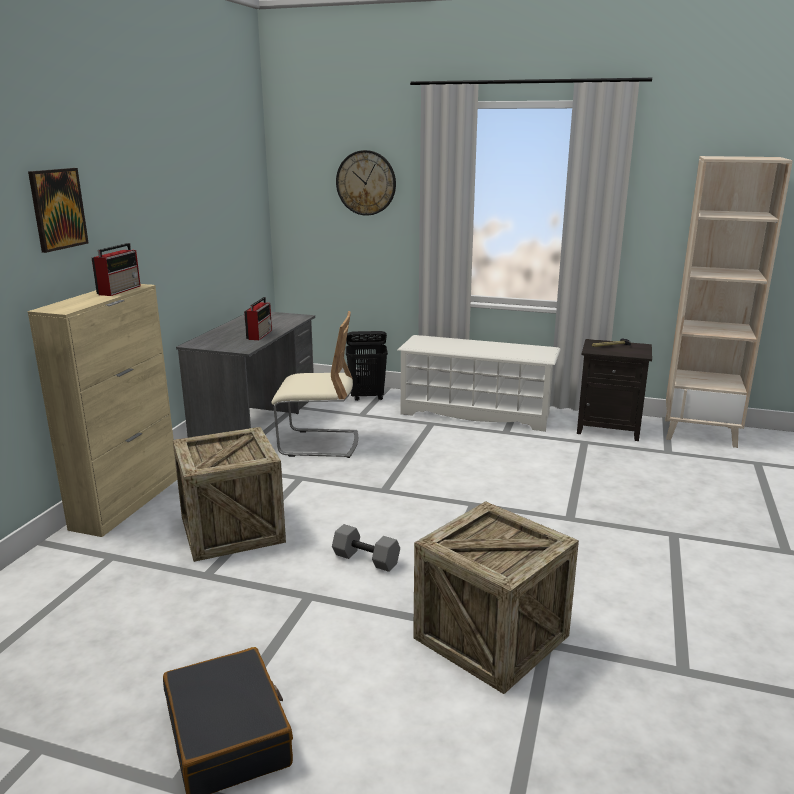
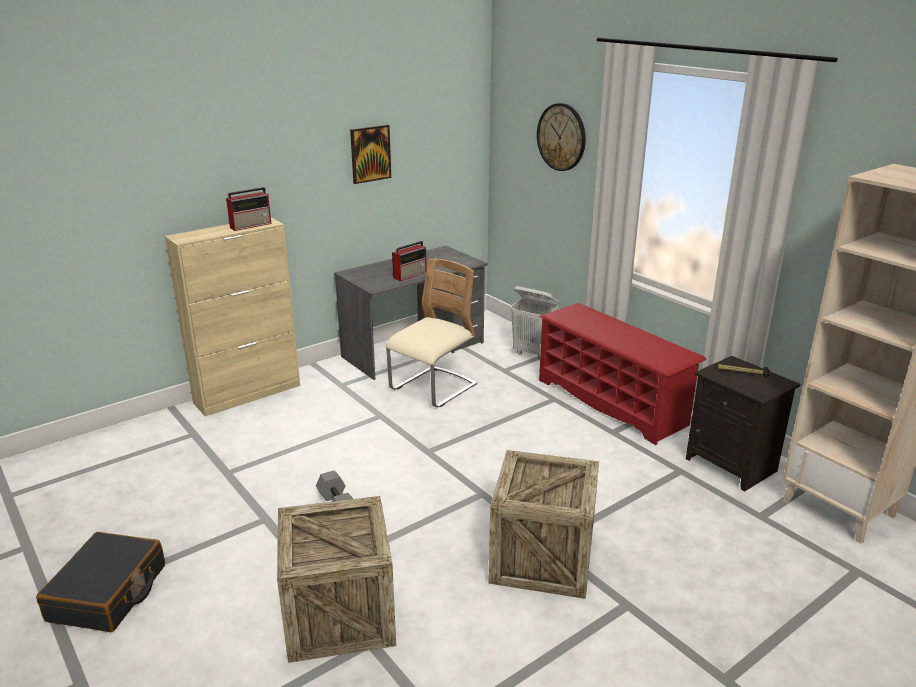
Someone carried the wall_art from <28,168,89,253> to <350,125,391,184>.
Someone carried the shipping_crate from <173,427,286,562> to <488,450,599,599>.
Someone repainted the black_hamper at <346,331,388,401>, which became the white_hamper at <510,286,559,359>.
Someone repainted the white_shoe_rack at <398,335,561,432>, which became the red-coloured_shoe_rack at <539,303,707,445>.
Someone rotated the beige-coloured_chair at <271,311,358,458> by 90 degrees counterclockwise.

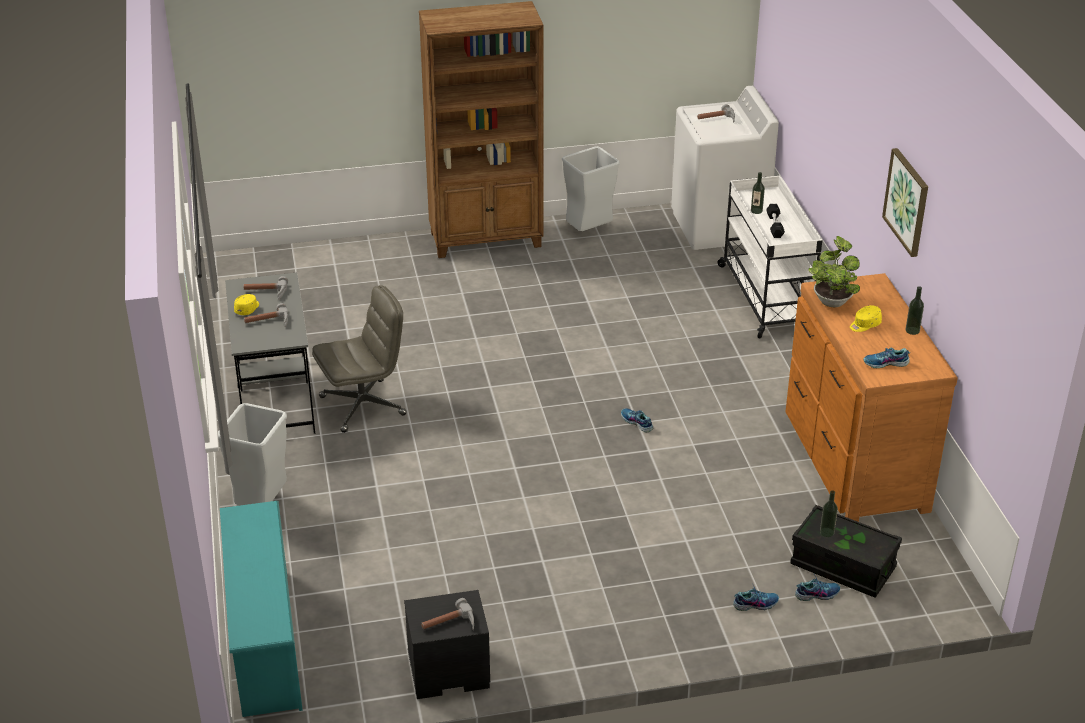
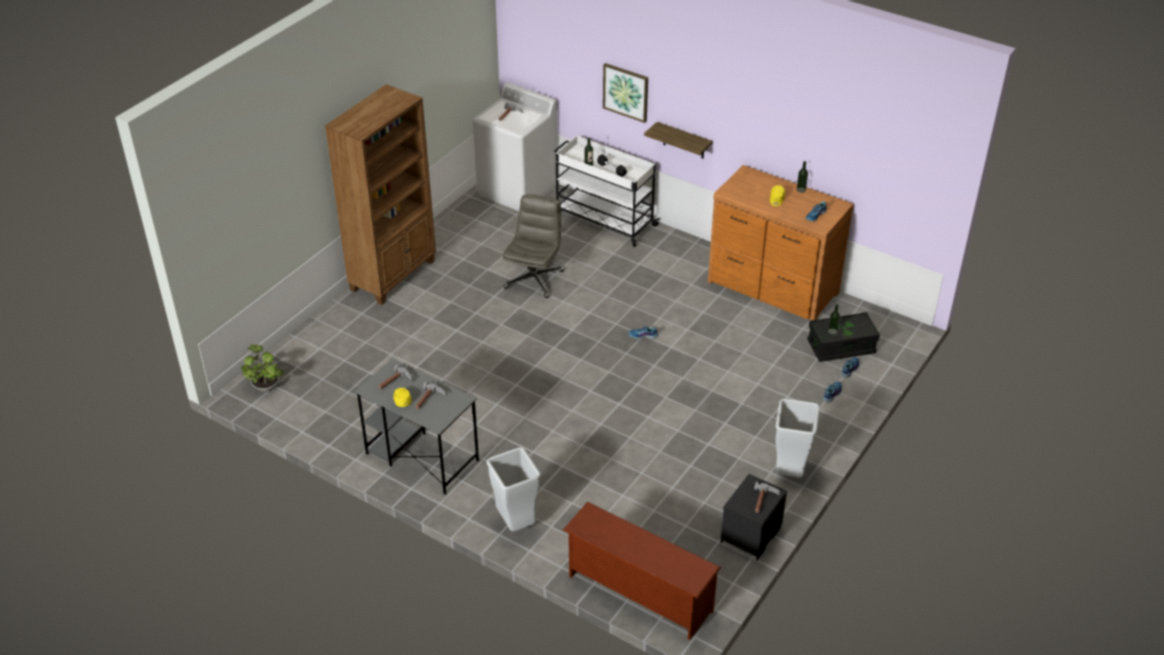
Someone put up the wall_shelf at <644,122,713,159>.
Someone carried the grey_office_chair from <312,285,407,433> to <502,194,564,298>.
Someone carried the grey_trash_can from <562,146,620,231> to <775,399,820,478>.
Someone carried the potted_plant from <808,236,860,307> to <241,345,284,392>.
Someone carried the wall_art from <882,148,928,257> to <603,63,648,123>.
Someone repainted the turquoise-coloured_shoe_rack at <220,501,303,717>, which became the brownish_shoe_rack at <563,502,721,640>.

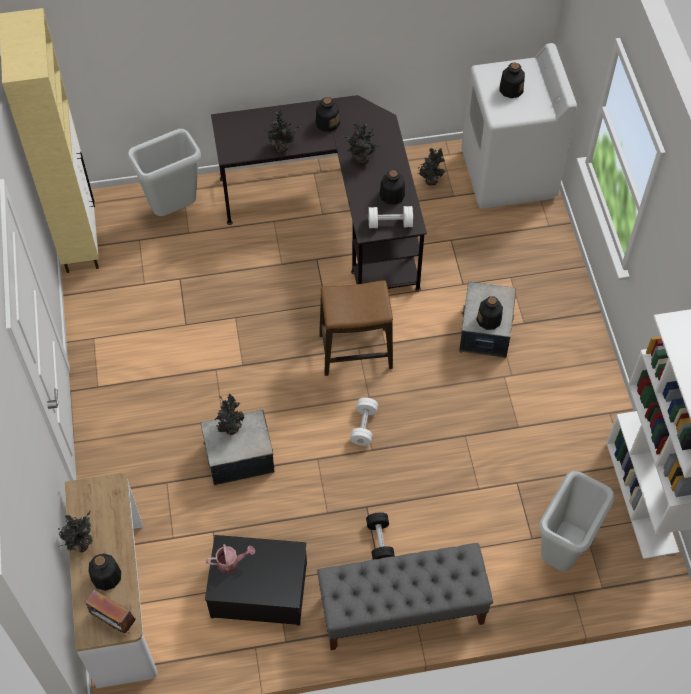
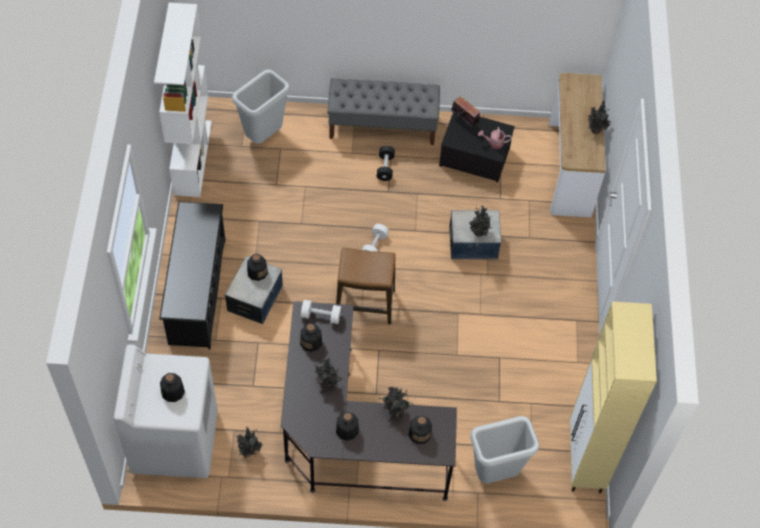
Someone put down the black_shoe_rack at <159,201,225,349>.
Someone carried the radio_set from <86,590,136,636> to <451,97,480,127>.
Someone carried the beverage_bottle from <89,553,121,591> to <408,416,432,444>.

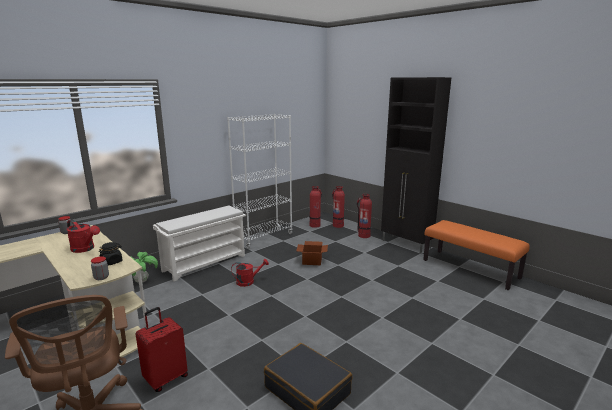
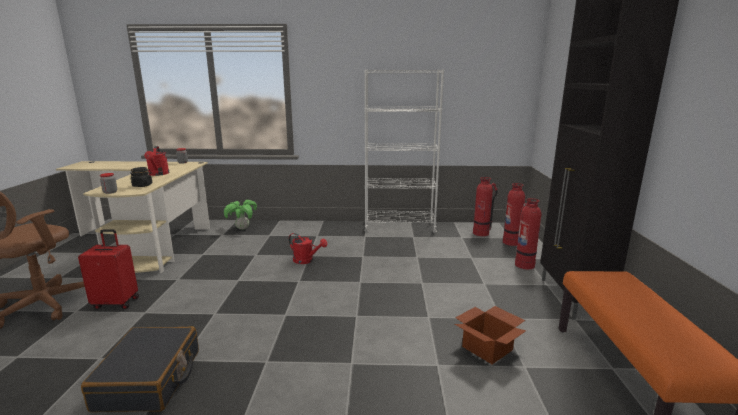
Someone took away the white_shoe_rack at <153,206,246,281>.
Someone carried the cardboard_box from <296,241,328,265> to <455,306,526,364>.

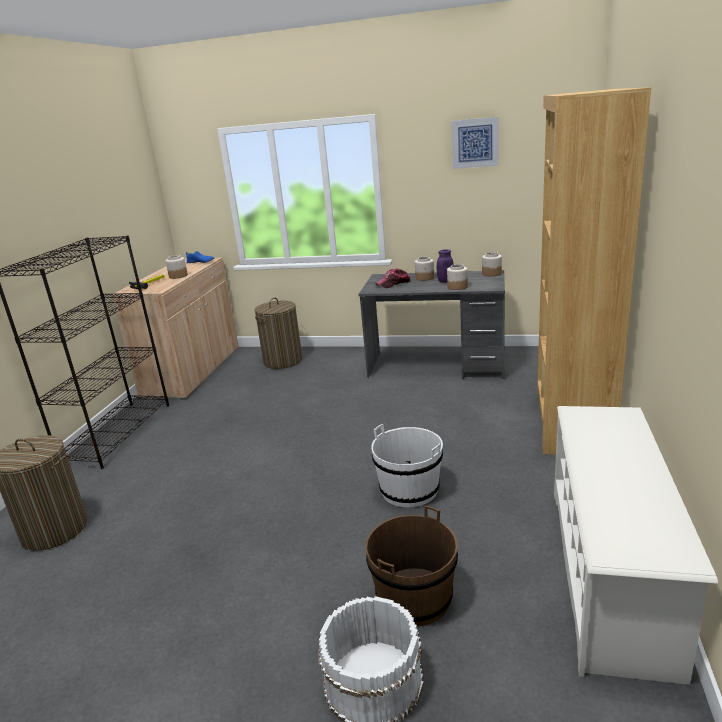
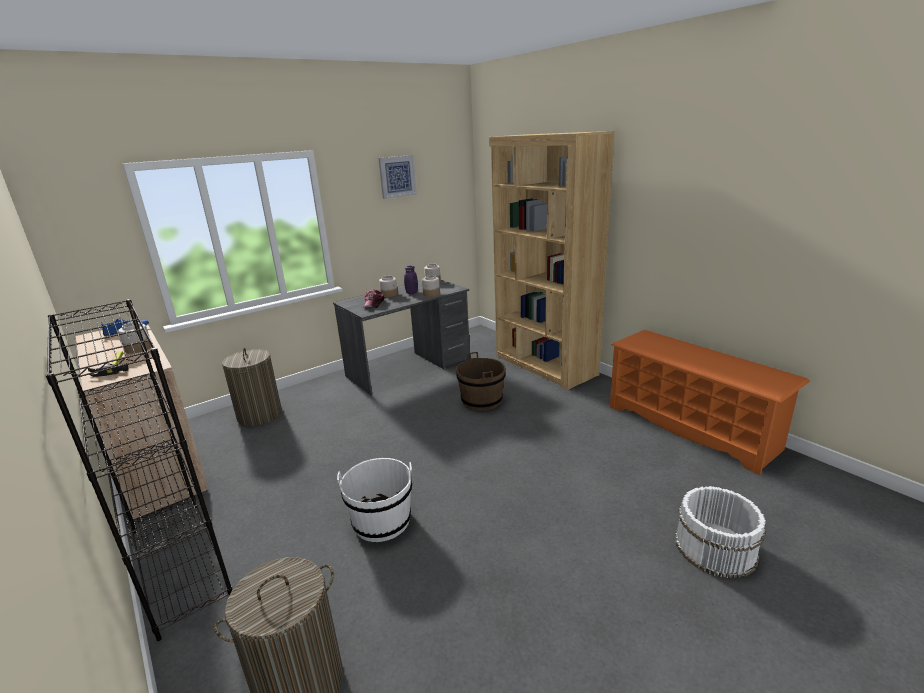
Someone carried the brownish_bucket from <365,506,458,626> to <456,352,505,411>.
Someone carried the white_bucket from <371,424,443,507> to <337,458,412,542>.
Someone repainted the white_shoe_rack at <554,406,718,685>, which became the orange-coloured_shoe_rack at <610,330,810,475>.

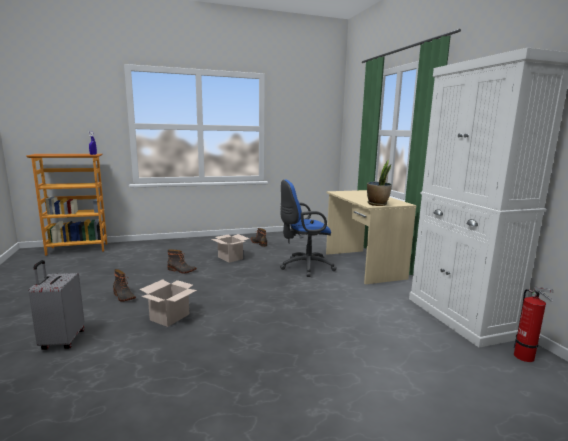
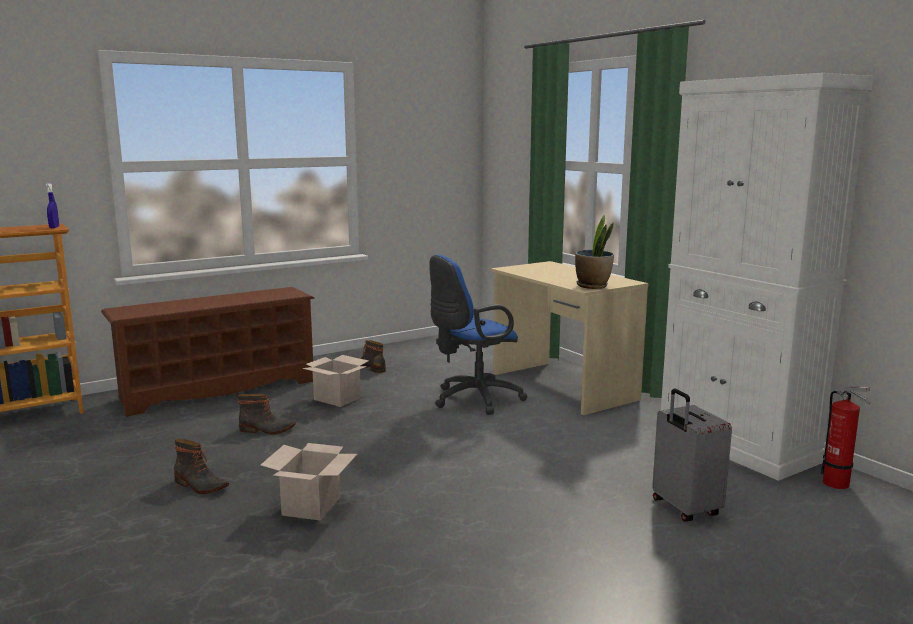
Someone put down the brownish_shoe_rack at <101,287,315,417>.
Someone carried the grey_suitcase from <29,260,85,350> to <652,388,732,522>.

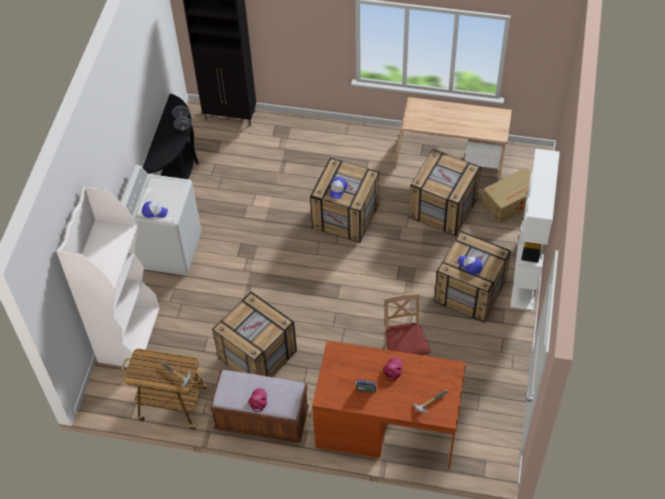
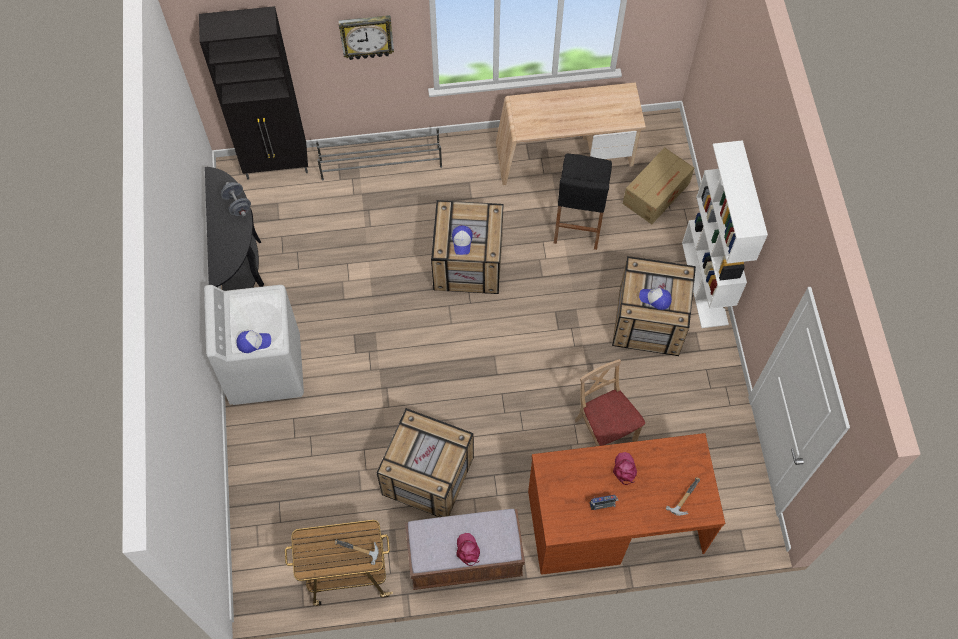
Someone took away the white_shelving_unit at <56,187,160,367>.
Someone put down the grey_shoe_rack at <316,128,442,181>.
Someone put up the wall_clock at <338,15,394,60>.
Someone swapped the shipping_crate at <409,149,481,236> for the black_stool at <554,153,612,250>.

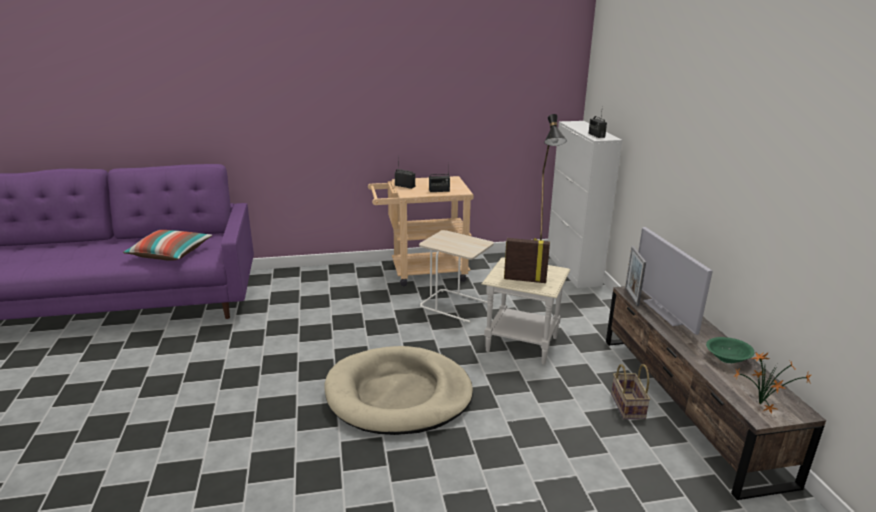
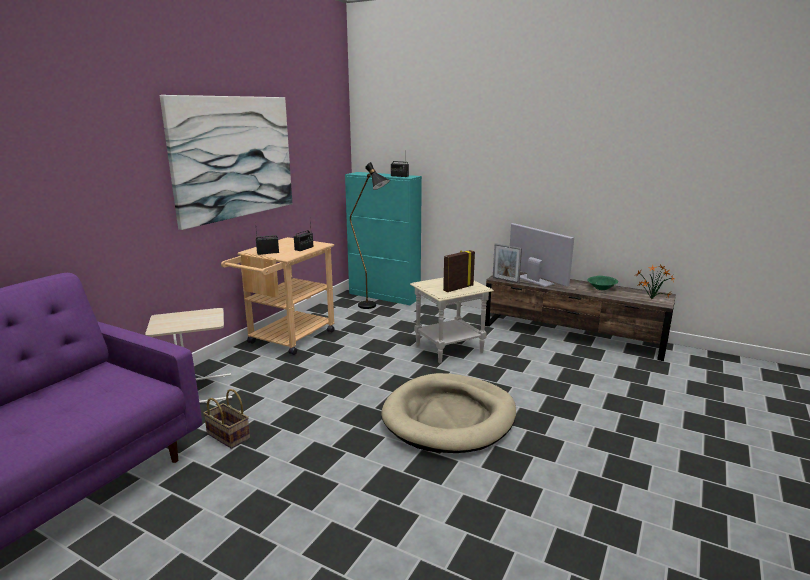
Someone took away the cushion at <123,230,212,261>.
Someone put up the wall_art at <160,95,292,230>.
Someone carried the beige-coloured_accent_table from <419,230,494,323> to <145,308,232,403>.
Someone carried the basket from <611,364,650,420> to <203,389,250,449>.
Someone repainted the white_cupboard at <548,121,622,288>, which became the turquoise-coloured_cupboard at <345,172,422,305>.
Someone rotated the TV at <638,227,713,335> by 150 degrees counterclockwise.

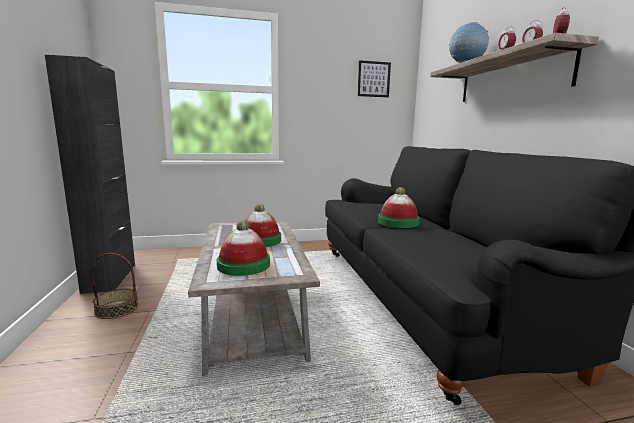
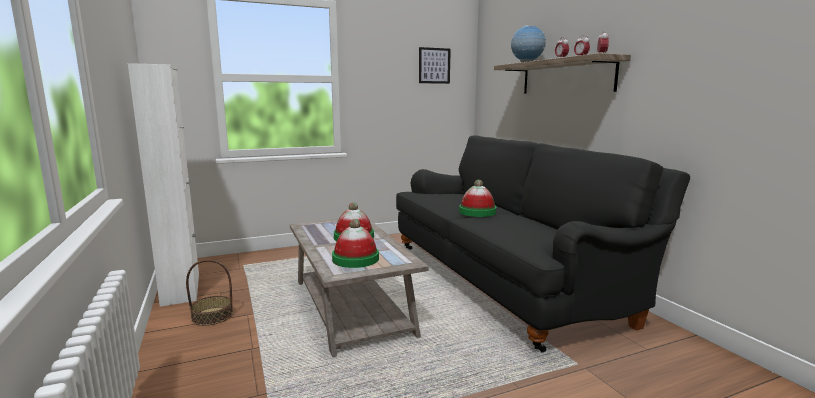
Someone repainted the black_cupboard at <45,55,135,294>, which became the white_cupboard at <128,63,199,307>.

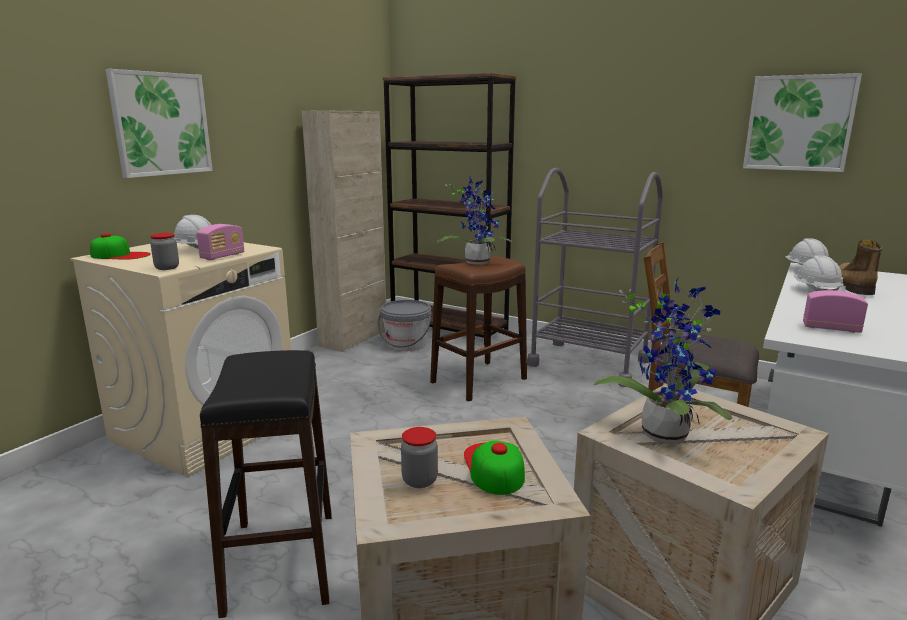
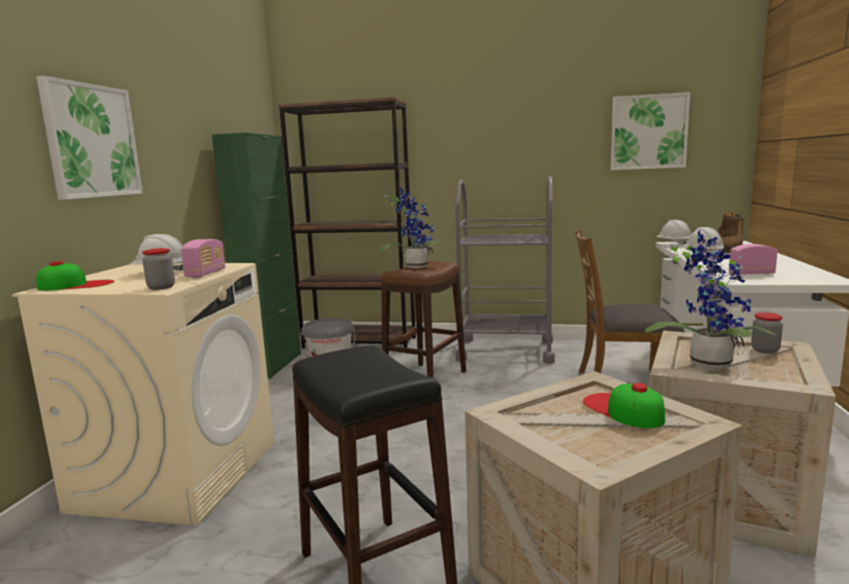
Someone carried the preserve_jar from <401,427,438,488> to <751,312,783,354>.
Someone repainted the beige-coloured_cupboard at <302,110,386,352>, which became the green_cupboard at <212,133,301,379>.

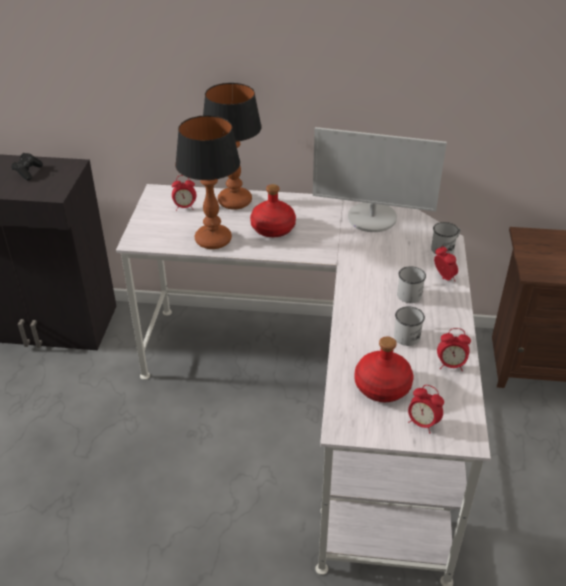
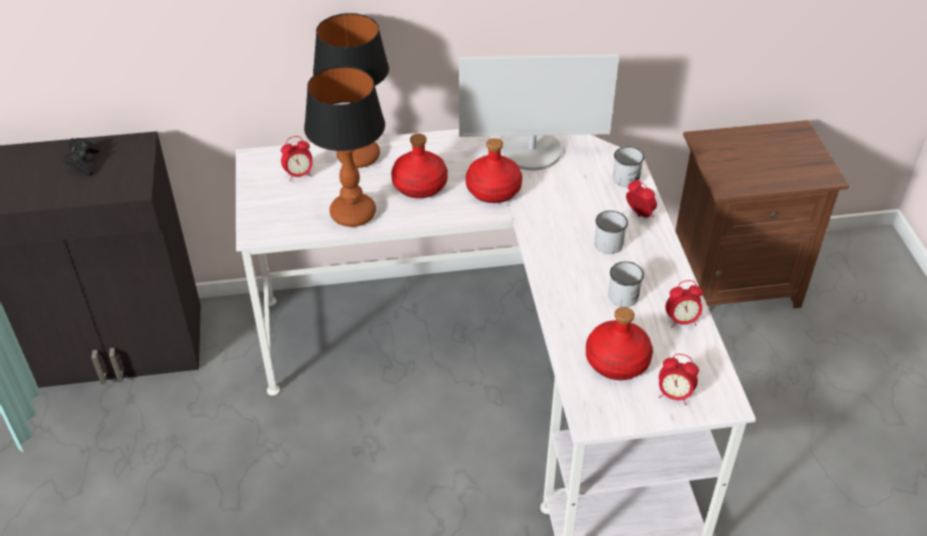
Someone put down the red-coloured_beverage_bottle at <466,138,522,203>.

